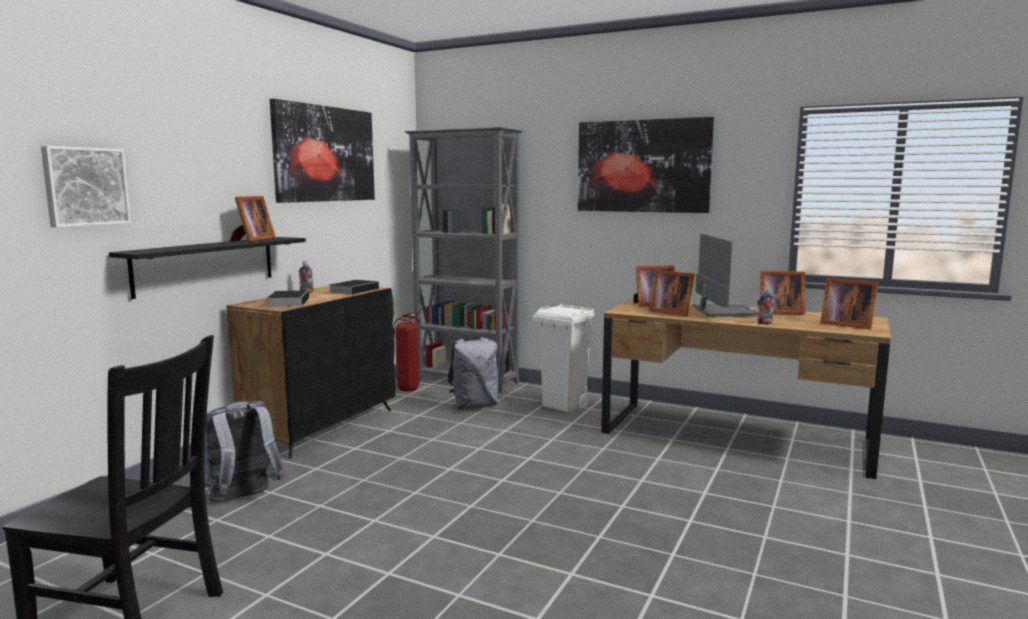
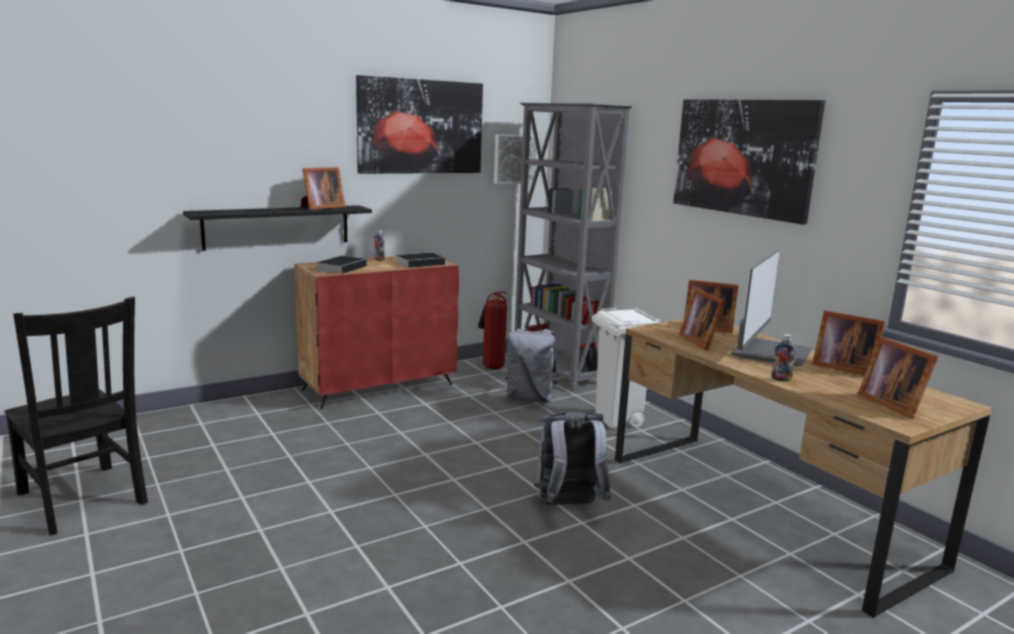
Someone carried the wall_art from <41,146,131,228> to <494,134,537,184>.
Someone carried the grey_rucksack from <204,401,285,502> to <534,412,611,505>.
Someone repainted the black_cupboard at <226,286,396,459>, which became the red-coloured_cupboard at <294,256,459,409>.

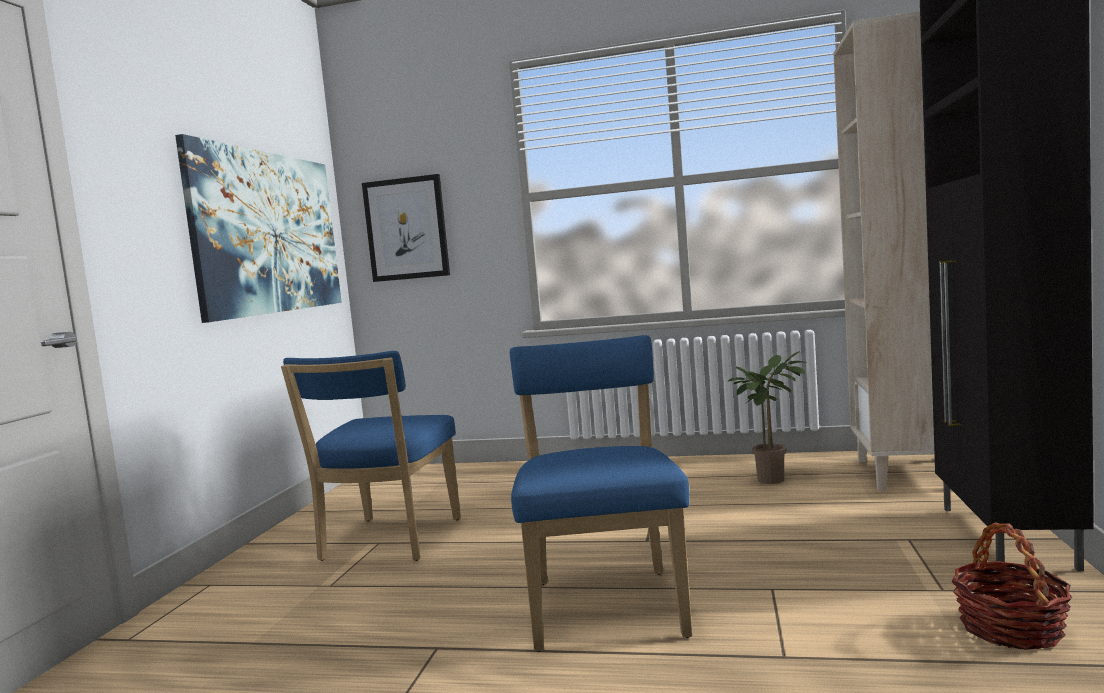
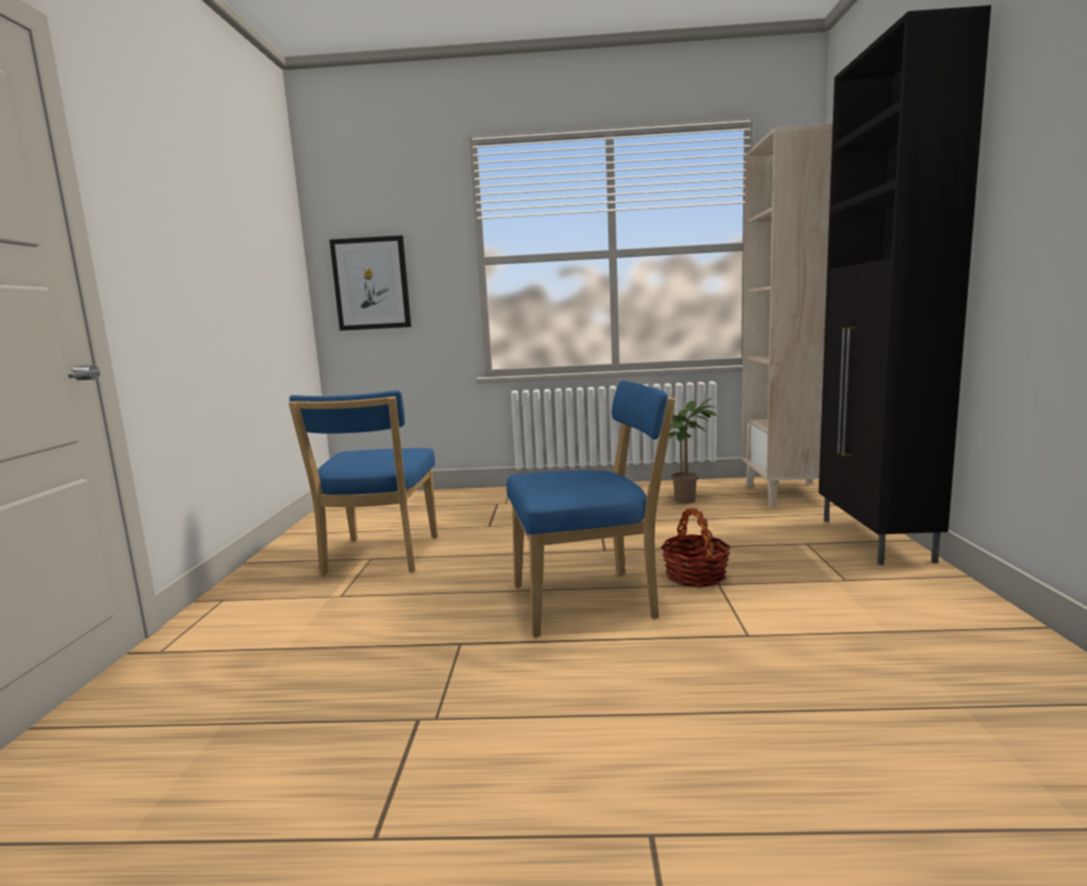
Someone took away the wall_art at <175,134,342,323>.
Someone carried the basket from <952,523,1073,650> to <661,508,731,587>.
Someone rotated the bluish_chair at <510,335,692,652> by 90 degrees clockwise.

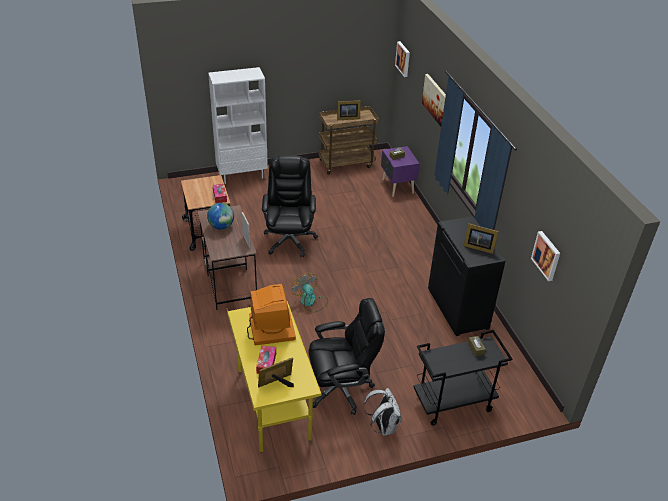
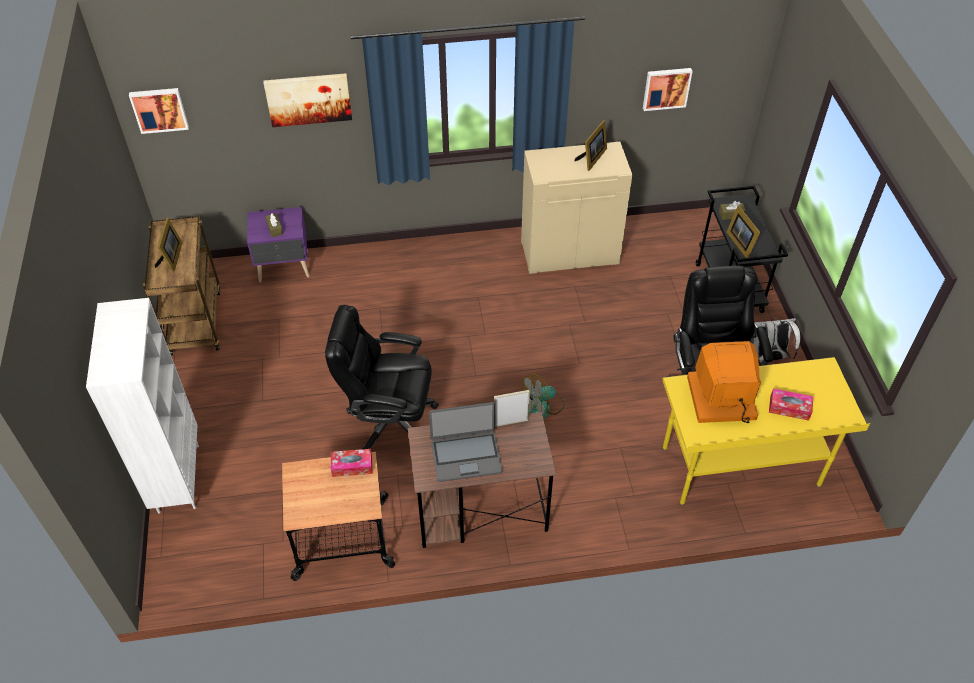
Someone carried the photo_frame from <258,357,294,388> to <726,206,761,258>.
Someone swapped the world_globe at <207,203,234,230> for the portable_computer at <429,402,502,482>.
Someone repainted the black_cupboard at <428,216,506,336>, which became the beige-coloured_cupboard at <521,142,632,274>.

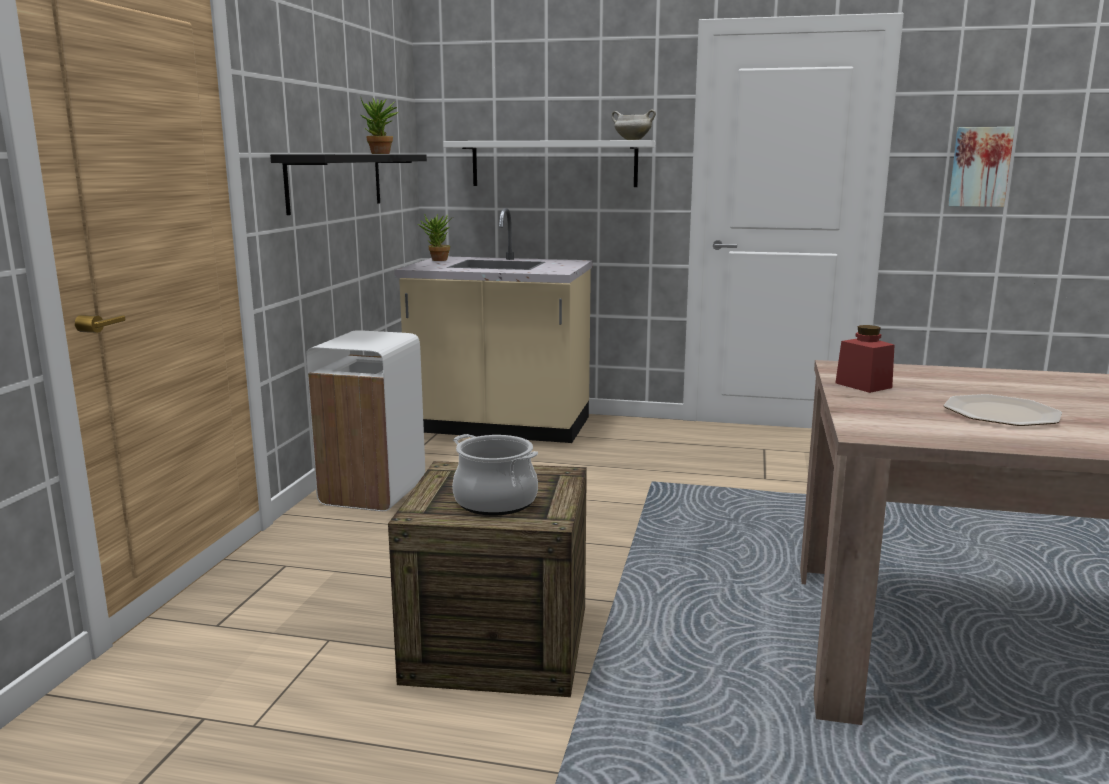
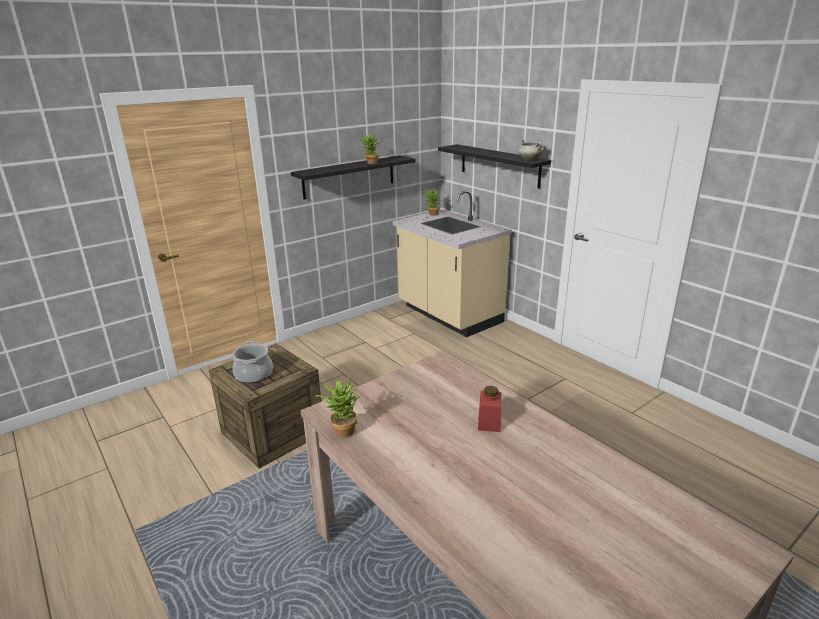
Someone took away the white_trash_can at <306,330,425,511>.
Someone took away the plate at <944,394,1062,426>.
Someone took away the wall_art at <948,127,1015,207>.
Someone put down the potted_plant at <316,375,361,438>.
Someone carried the red-coloured_preserve_jar from <835,325,895,393> to <478,386,501,432>.
Someone repainted the white_wall_shelf at <443,140,655,187>, which became the black_wall_shelf at <438,144,551,189>.

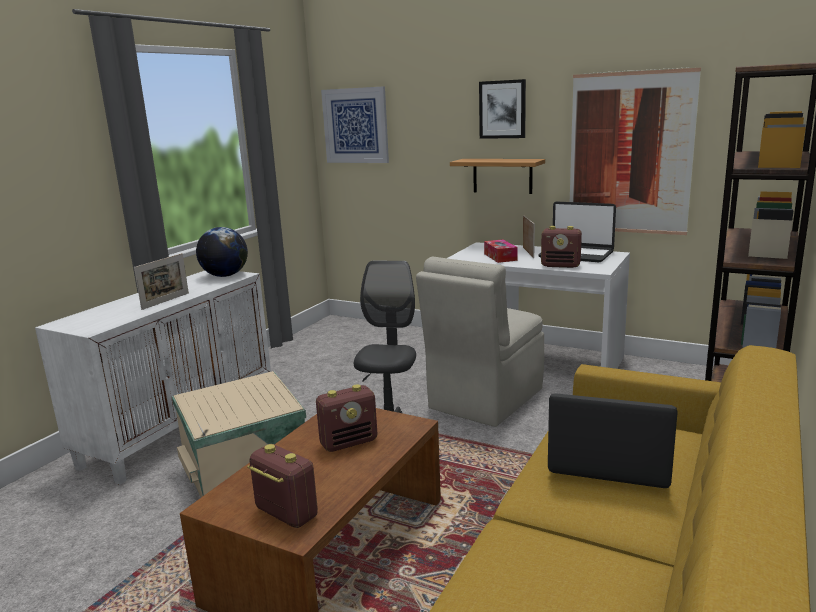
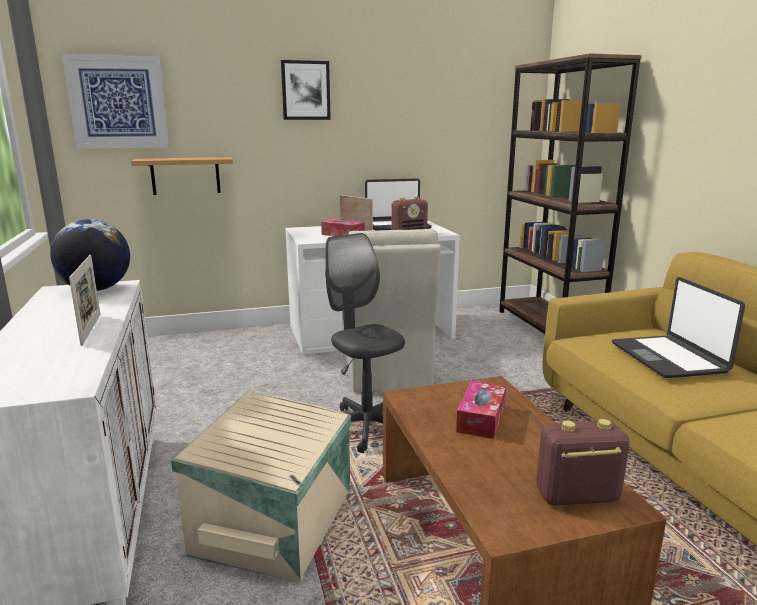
Someone took away the wall_art at <570,67,701,235>.
Someone carried the wall_shelf from <450,159,545,194> to <131,157,233,195>.
Someone swapped the radio_set at <316,384,377,452> for the tissue_box at <456,381,506,439>.
Someone rotated the portable_computer at <548,393,678,488> by 75 degrees counterclockwise.

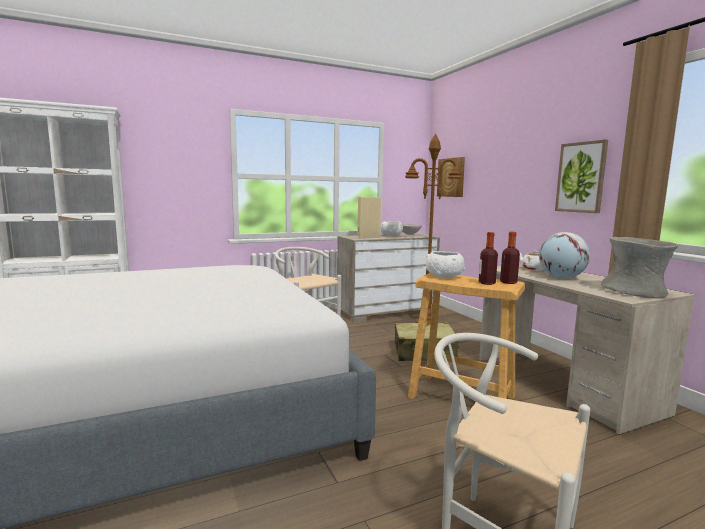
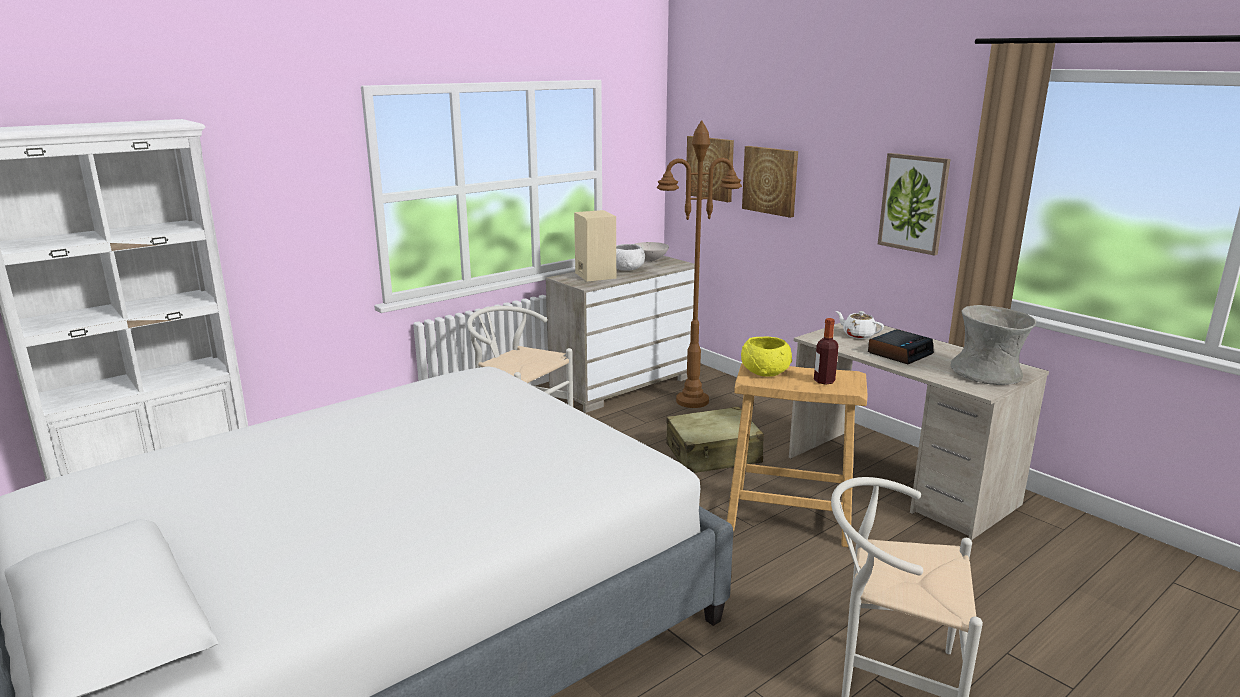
Someone took away the beverage_bottle at <500,232,520,284>.
Someone put up the wall_art at <742,146,798,218>.
Someone swapped the world_globe at <539,232,590,279> for the table_clock at <868,329,934,364>.
Someone repainted the white_deep_dish at <426,251,465,278>, which became the yellowish_deep_dish at <741,337,792,377>.

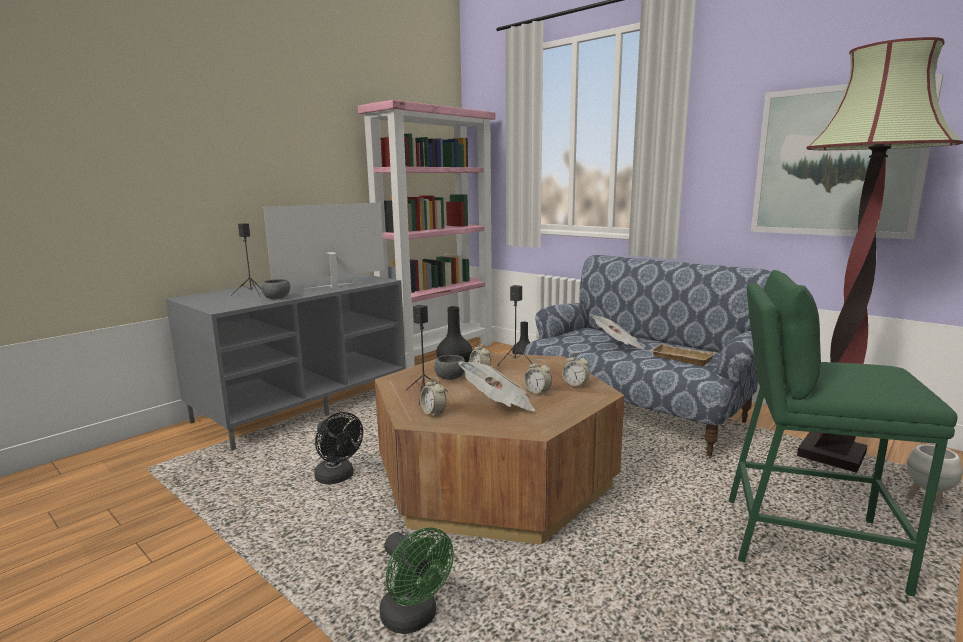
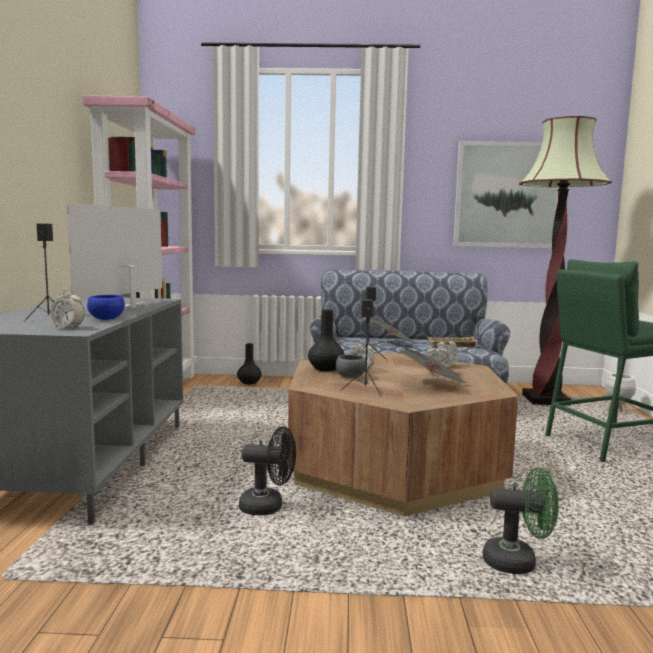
Someone carried the table_clock from <420,377,446,417> to <50,289,85,329>.
Someone repainted the grey_deep_dish at <261,279,290,299>, which became the bluish_deep_dish at <87,295,125,320>.

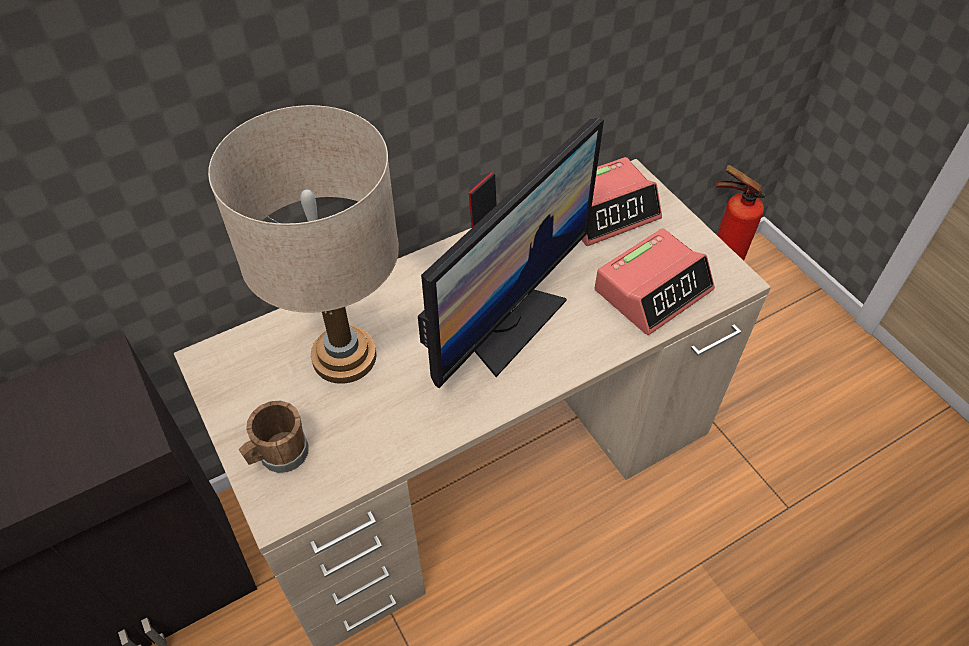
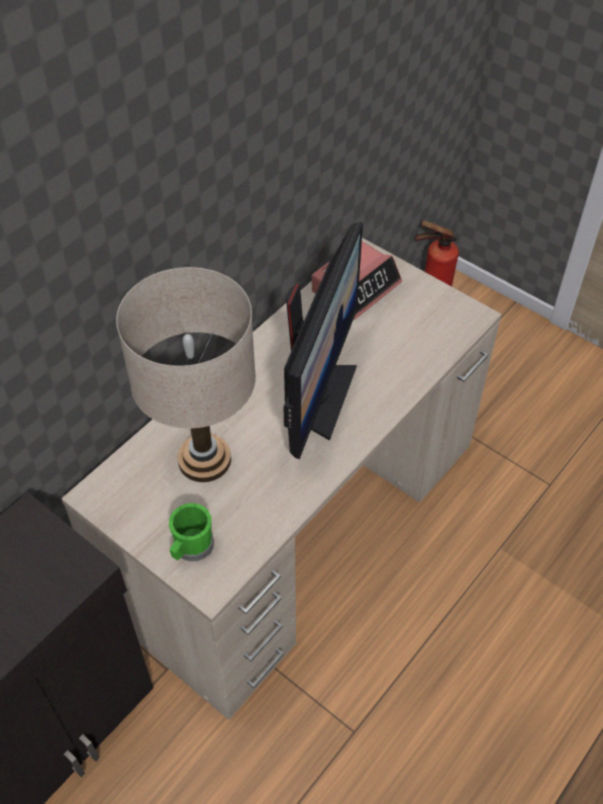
Someone took away the table_clock at <595,228,715,335>.
Someone repainted the brownish_tea_mug at <239,401,309,473>, which became the green_tea_mug at <169,503,214,562>.

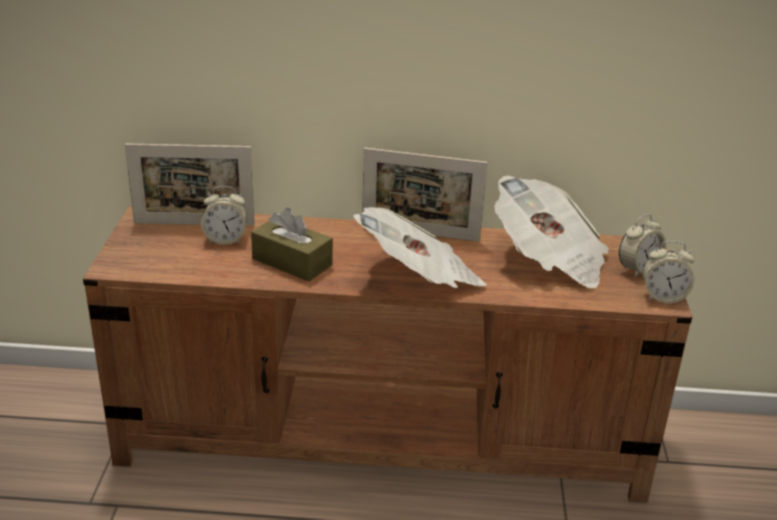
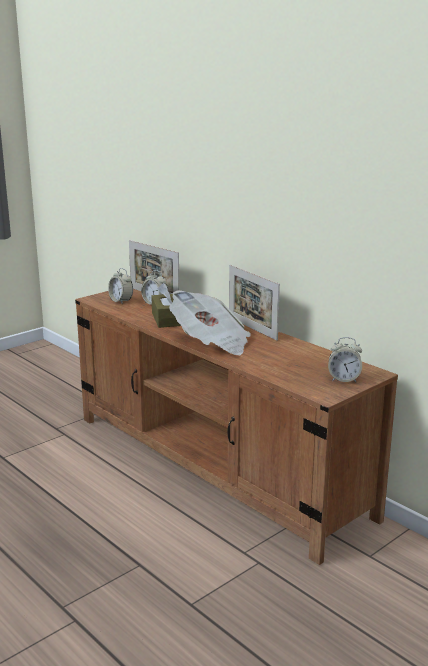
Someone took away the daily_paper at <494,175,609,288>.
Someone carried the table_clock from <643,241,694,303> to <108,268,133,304>.

